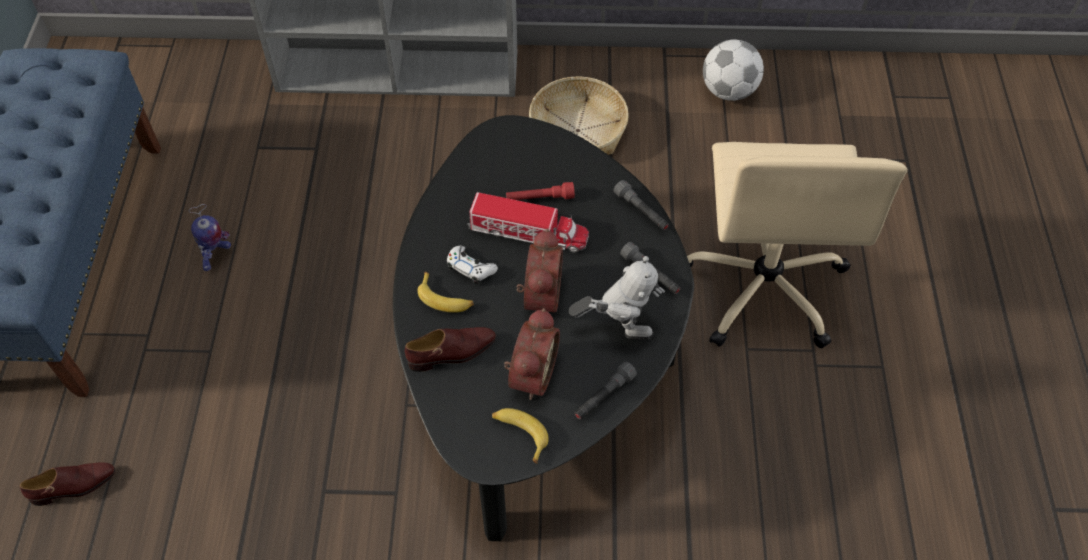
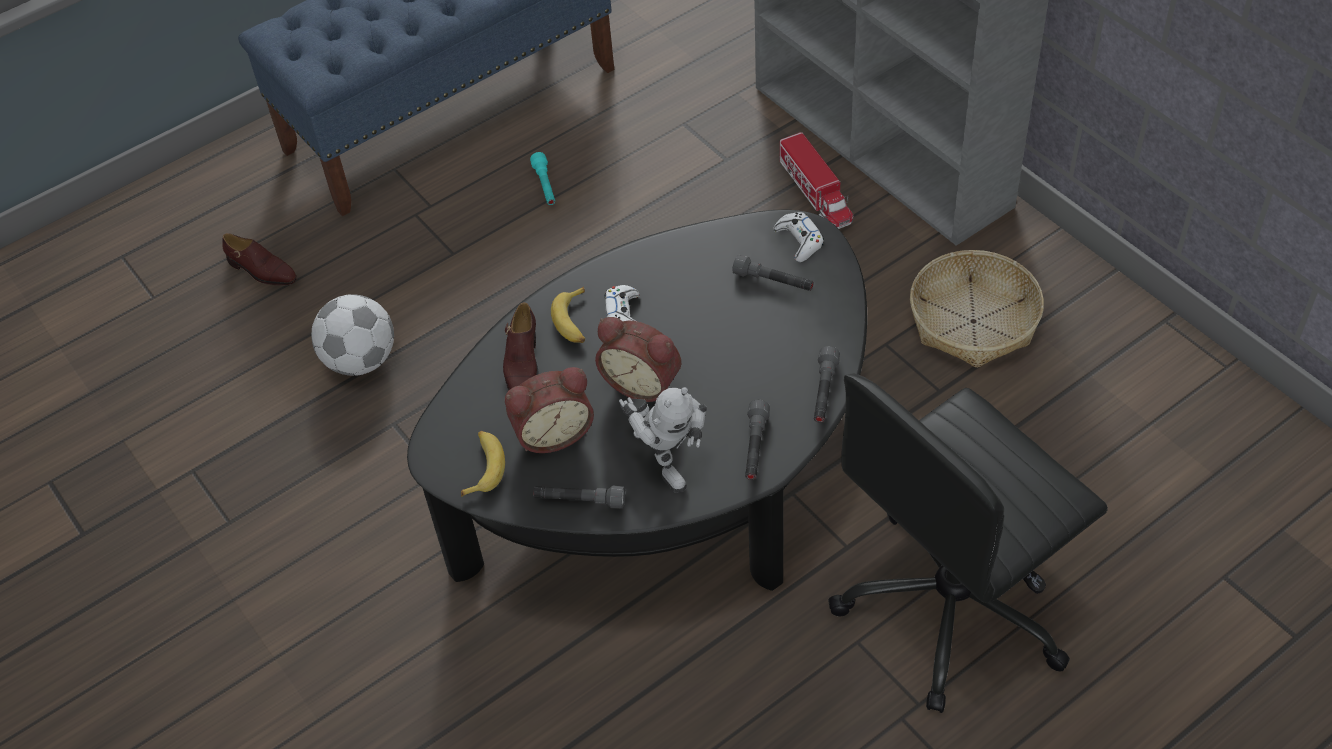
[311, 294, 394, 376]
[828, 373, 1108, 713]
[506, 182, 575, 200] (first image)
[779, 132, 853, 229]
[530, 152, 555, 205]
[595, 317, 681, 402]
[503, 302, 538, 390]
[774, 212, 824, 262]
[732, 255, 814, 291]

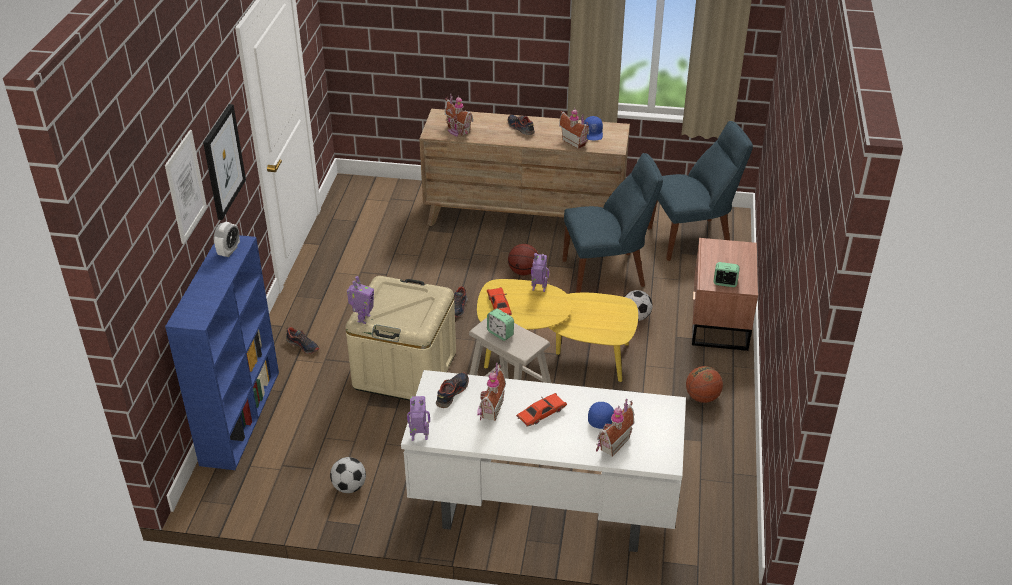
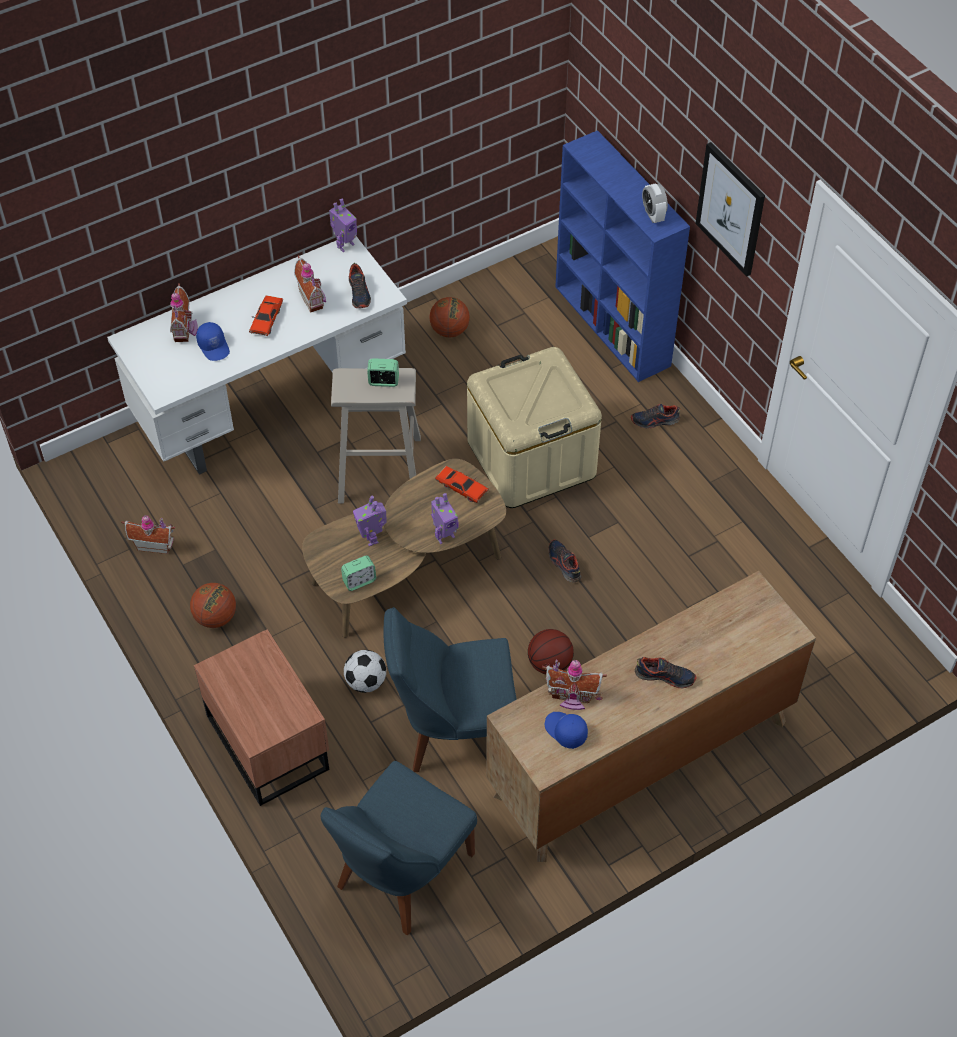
[121, 515, 175, 554]
[165, 130, 207, 244] (first image)
[384, 607, 517, 772]
[341, 556, 376, 591]
[353, 496, 387, 546]
[302, 459, 506, 638]
[430, 297, 470, 337]

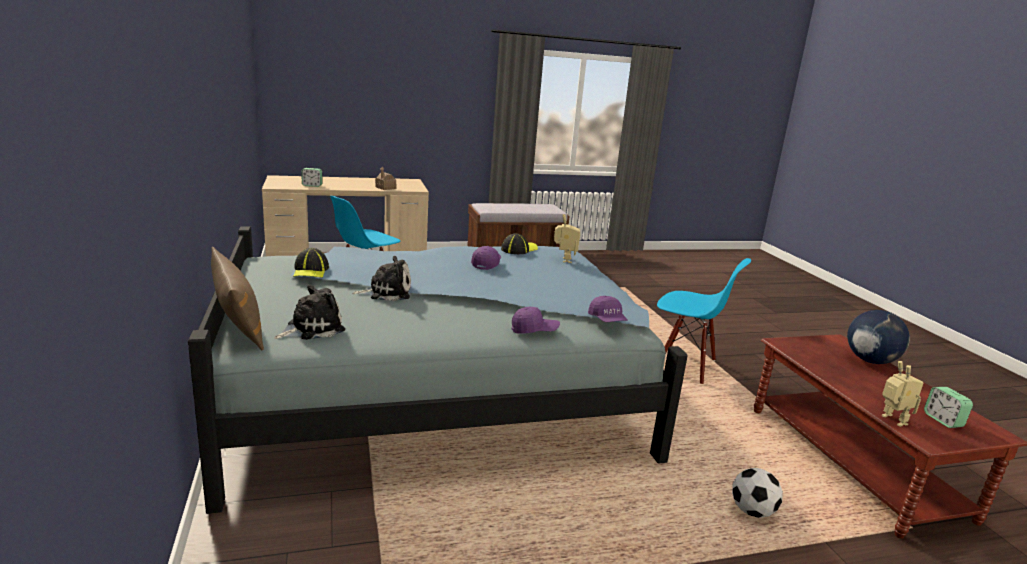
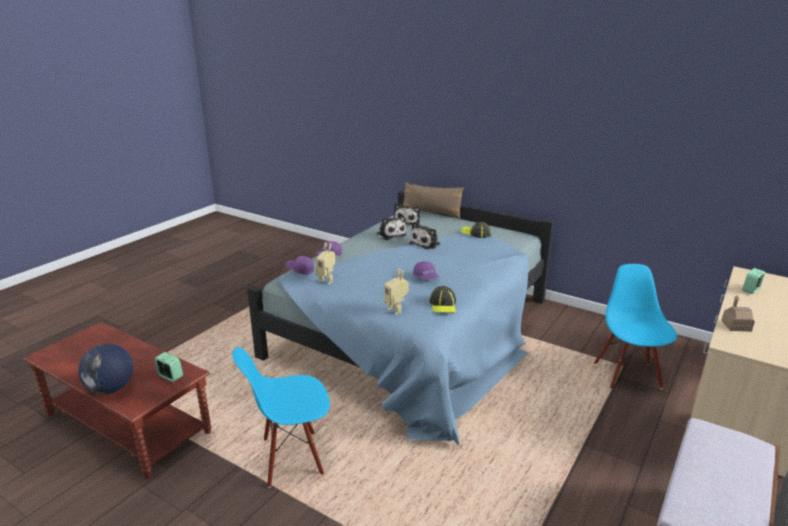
[315, 242, 335, 285]
[154, 352, 183, 382]
[732, 468, 783, 518] (first image)
[376, 216, 407, 240]

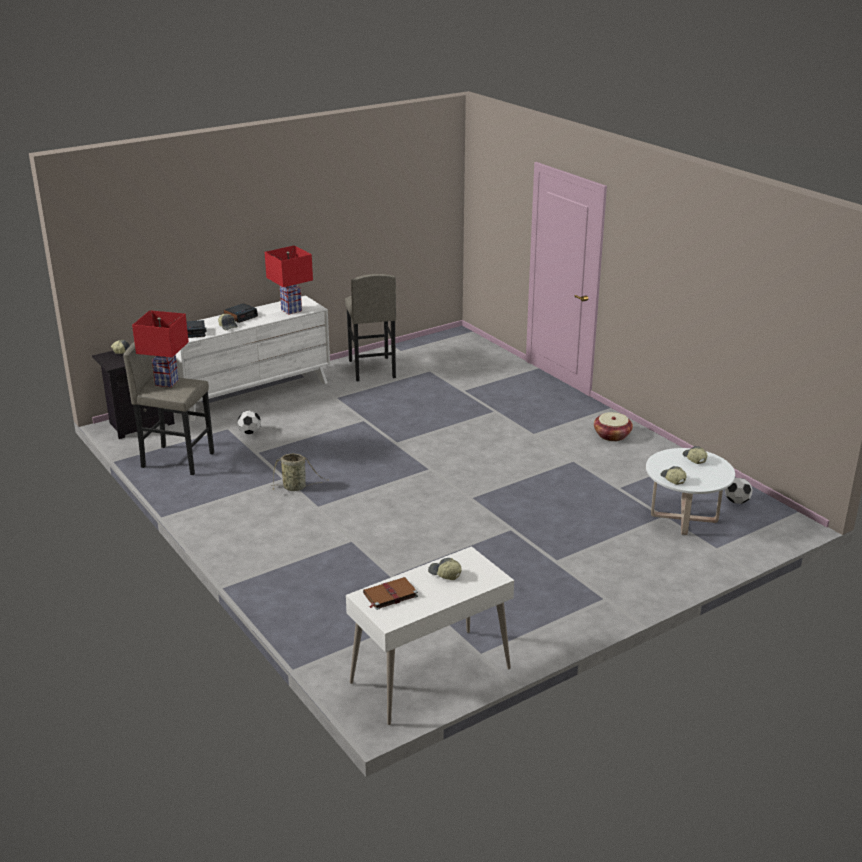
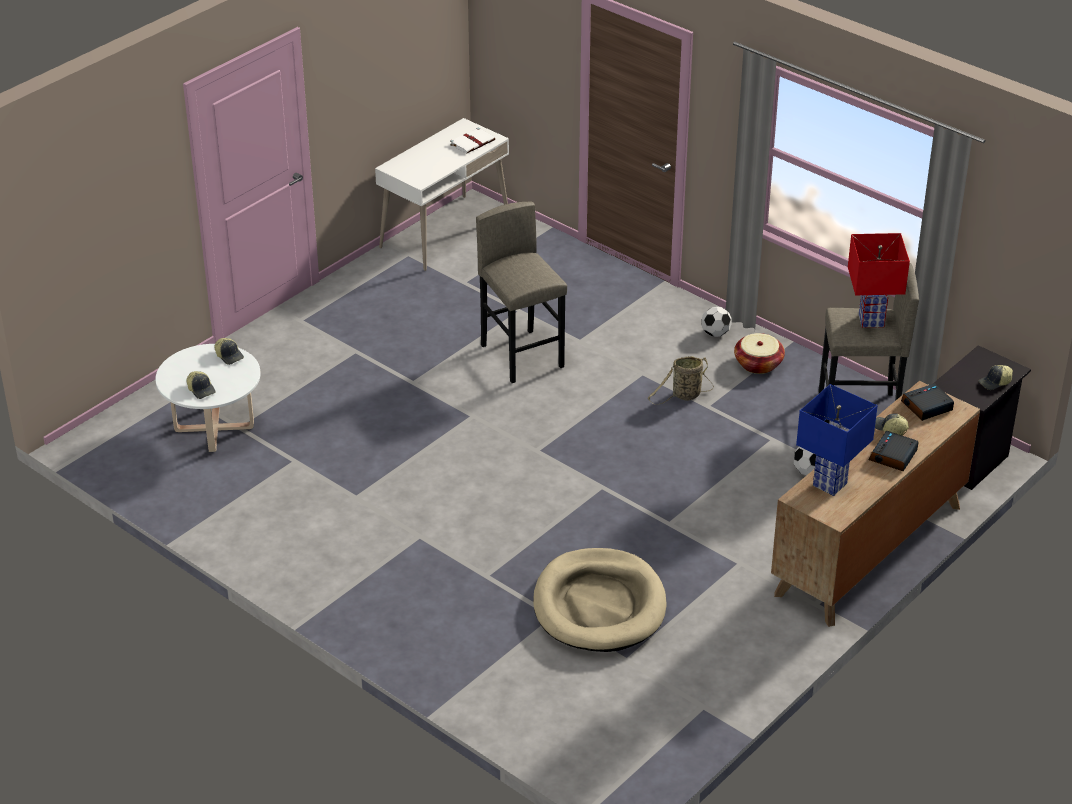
[796, 384, 878, 496]
[476, 202, 567, 383]
[771, 381, 980, 627]
[734, 333, 785, 374]
[701, 307, 732, 337]
[428, 558, 462, 580] (first image)
[450, 128, 495, 154]
[533, 548, 666, 652]

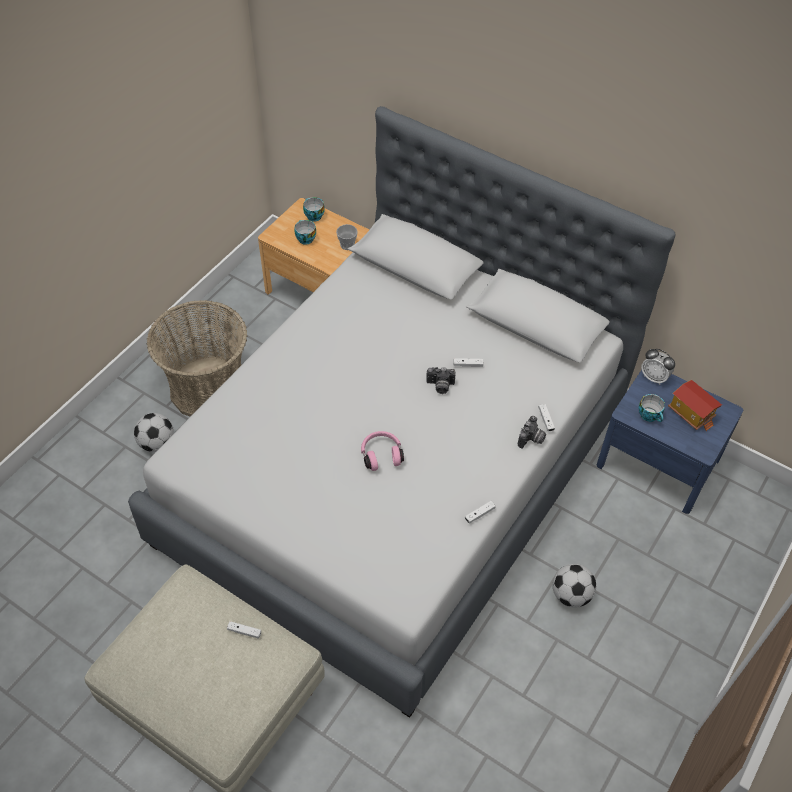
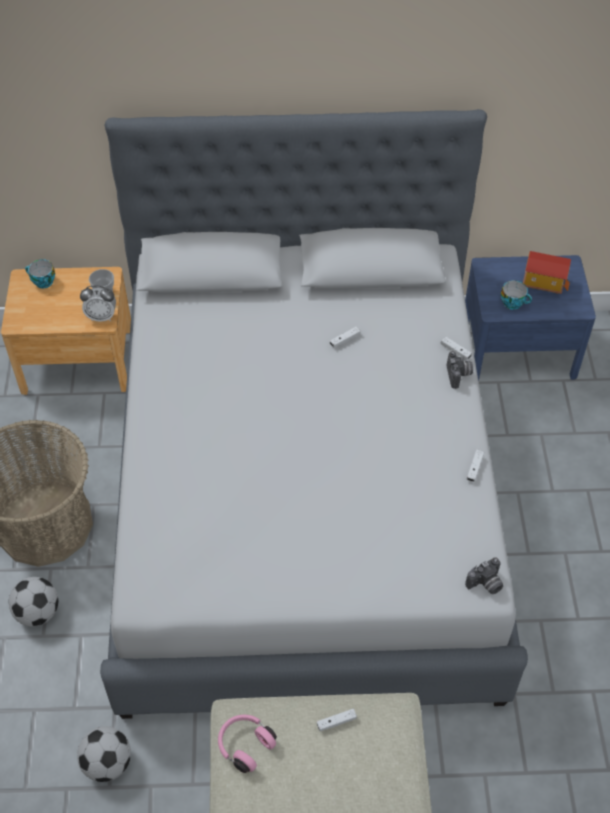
[294, 220, 316, 245] (first image)
[80, 285, 116, 322]
[465, 557, 503, 594]
[218, 715, 277, 773]
[77, 726, 131, 782]

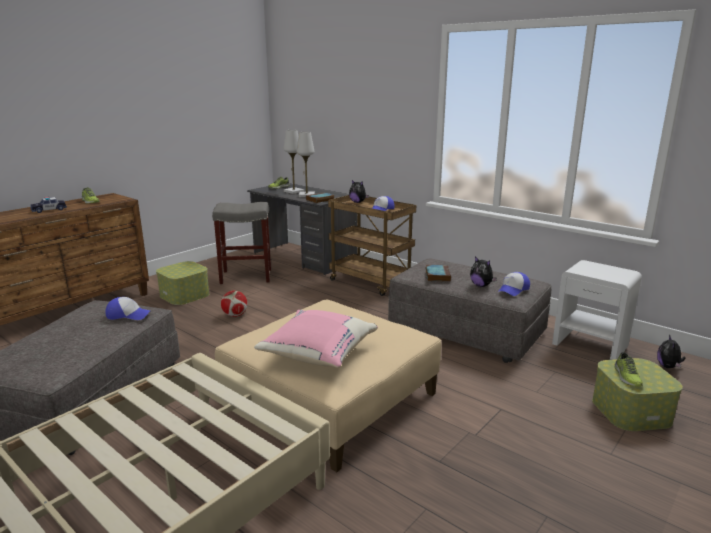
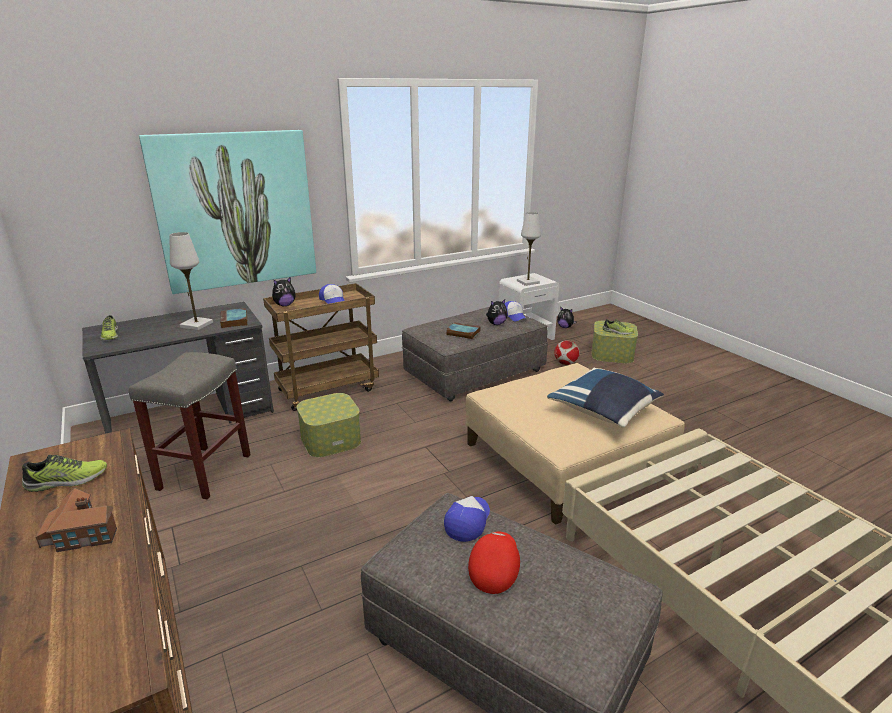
[517, 212, 541, 286]
[36, 488, 117, 552]
[296, 393, 361, 457]
[554, 340, 580, 365]
[547, 368, 664, 428]
[139, 130, 316, 294]
[468, 531, 520, 594]

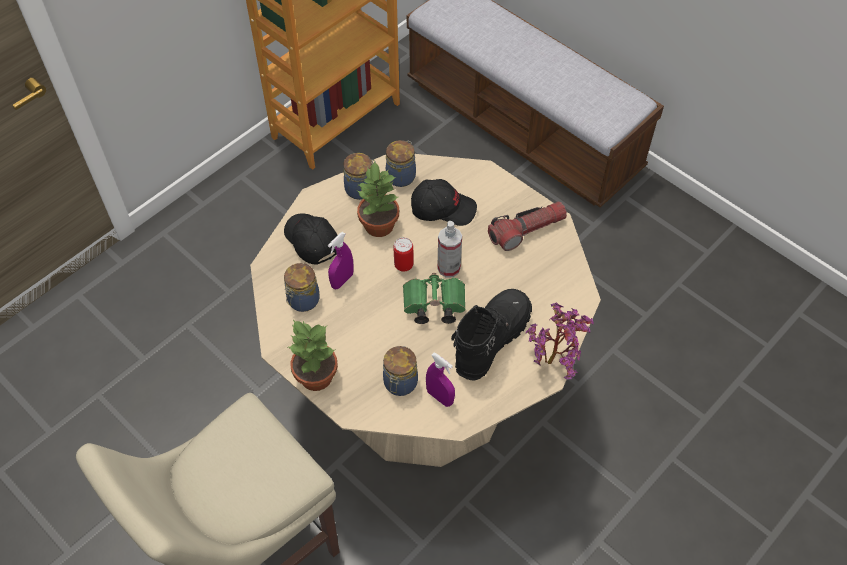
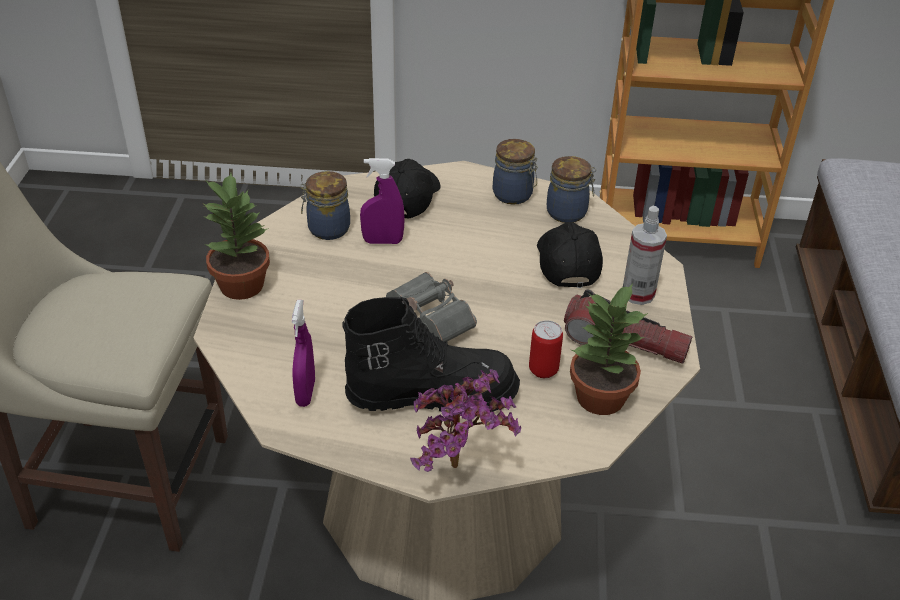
[570, 284, 648, 415]
[537, 222, 603, 288]
[623, 206, 667, 305]
[529, 320, 563, 378]
[386, 272, 477, 342]
[383, 346, 418, 396] (first image)

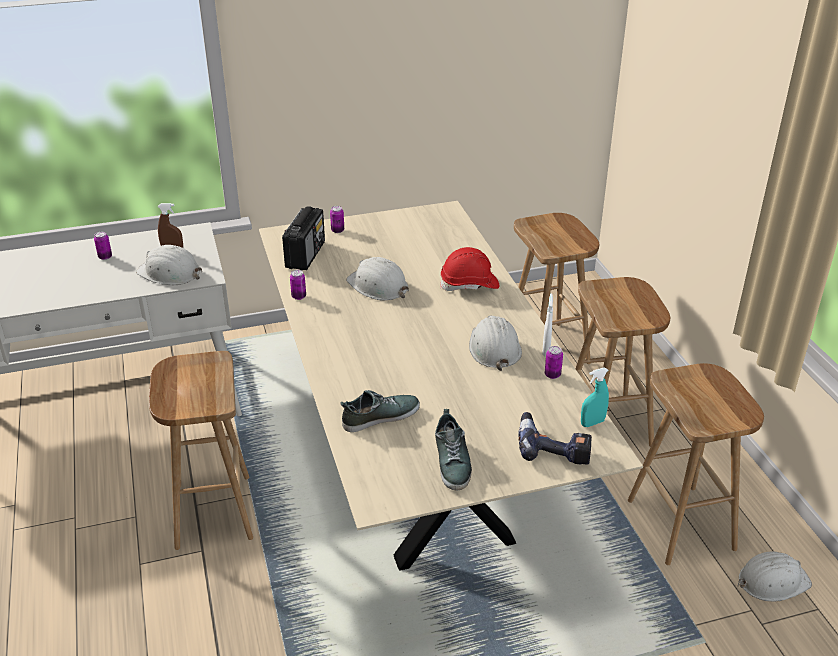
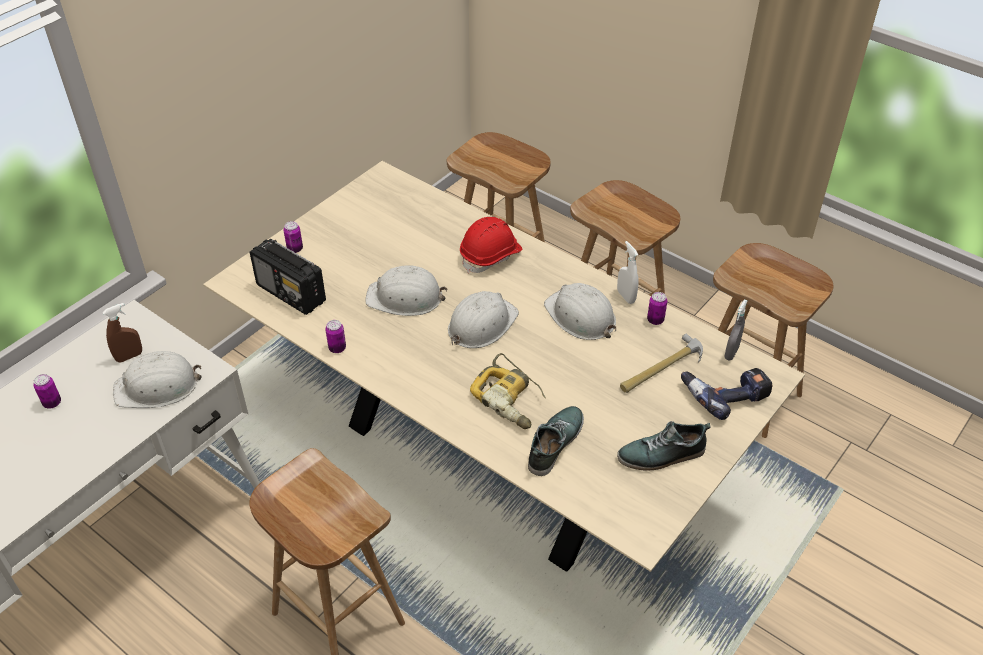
[250, 239, 326, 315]
[724, 299, 747, 360]
[617, 421, 711, 471]
[448, 291, 519, 348]
[620, 334, 703, 393]
[470, 353, 546, 429]

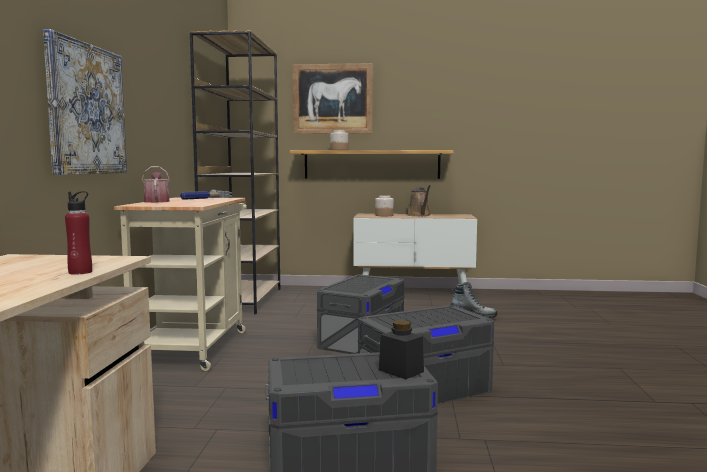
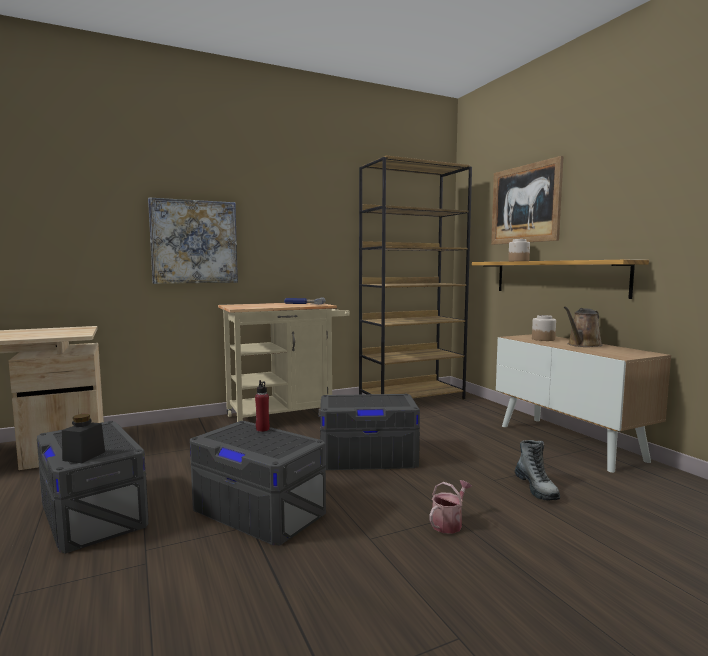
[429, 480, 472, 534]
[255, 380, 270, 432]

